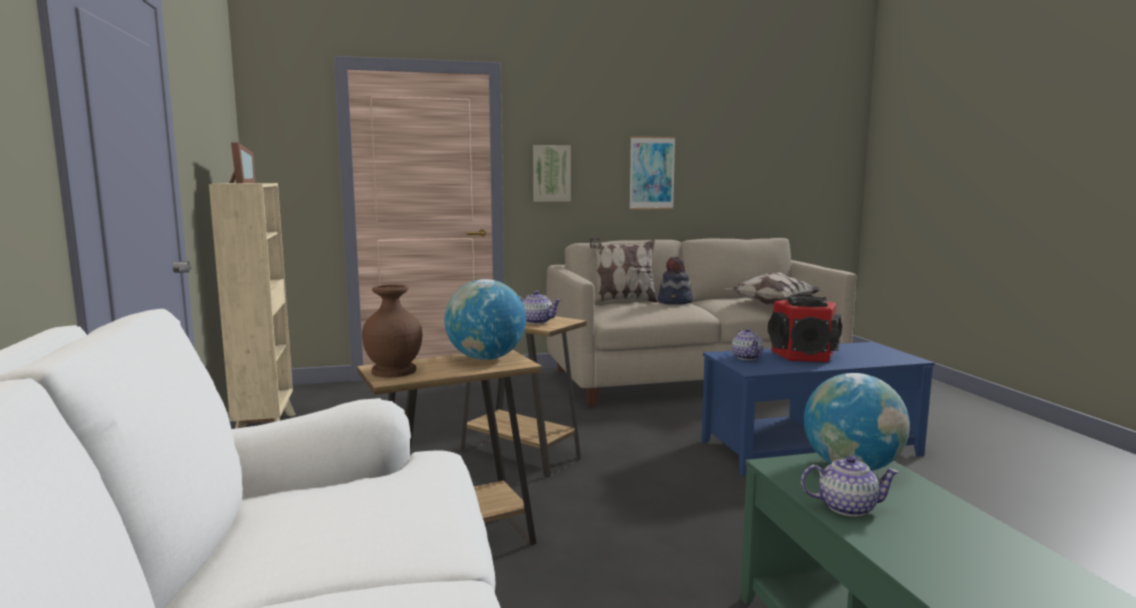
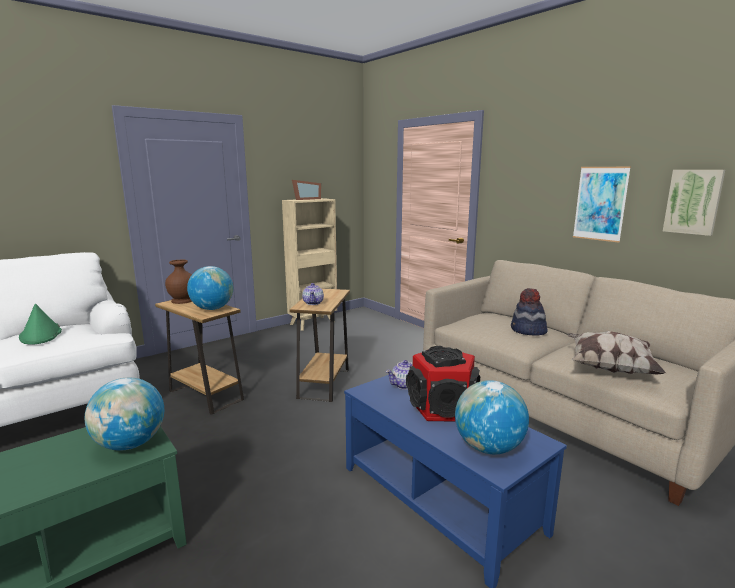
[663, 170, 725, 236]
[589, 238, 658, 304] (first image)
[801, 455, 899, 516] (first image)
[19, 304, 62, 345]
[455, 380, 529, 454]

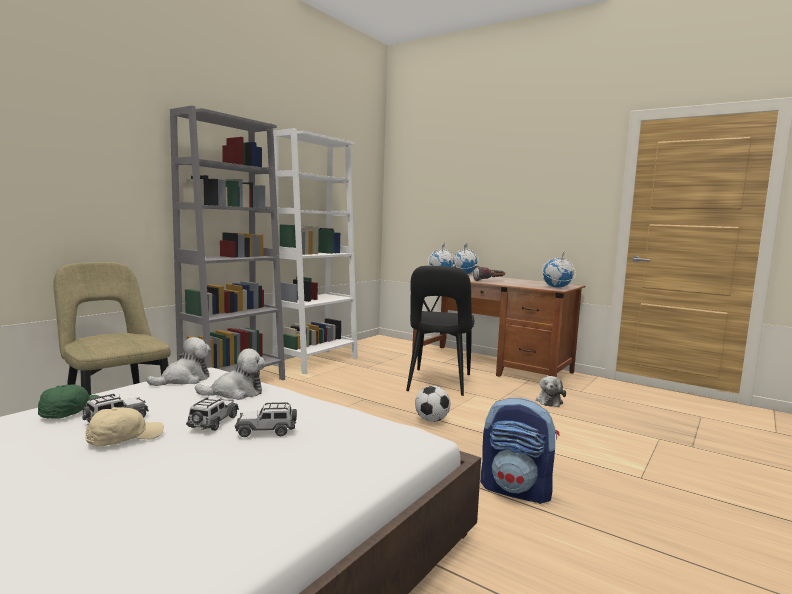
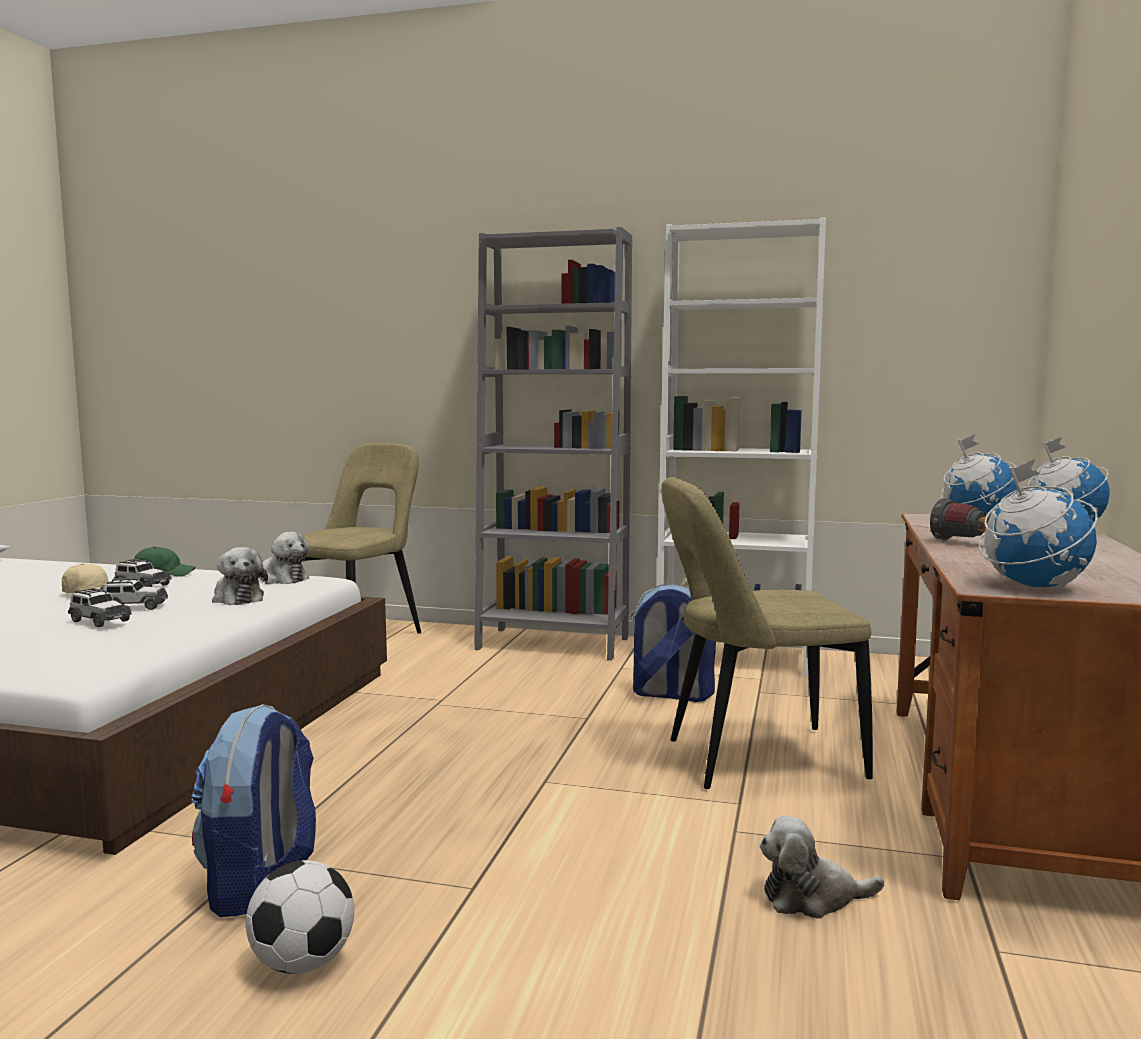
[661, 477, 873, 789]
[246, 860, 354, 974]
[68, 588, 132, 627]
[631, 584, 716, 702]

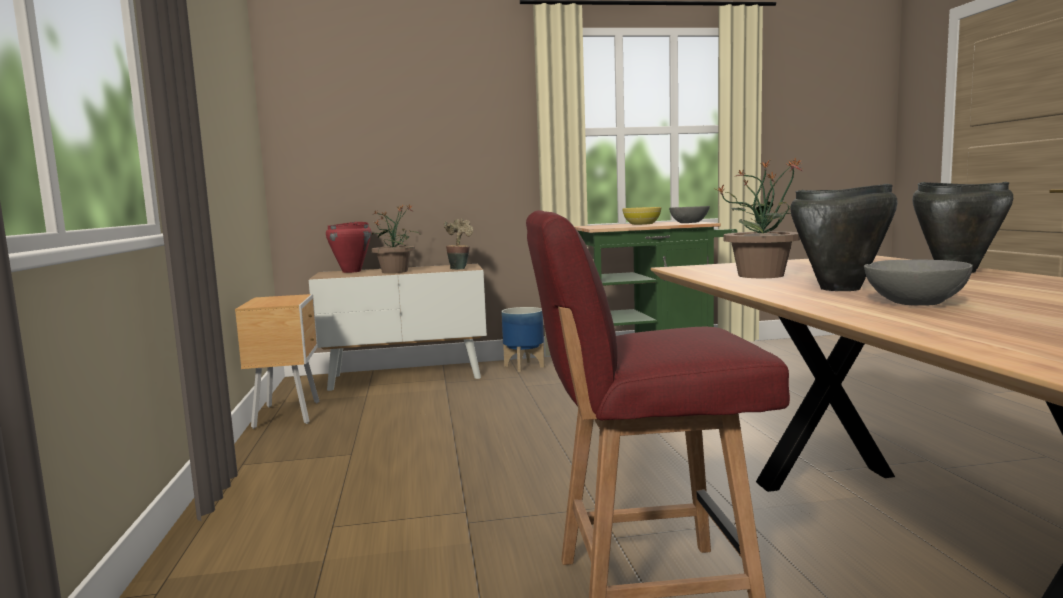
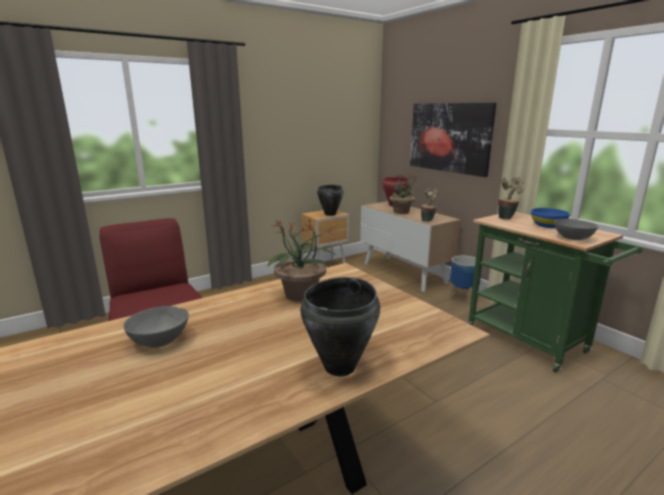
[317, 185, 344, 216]
[531, 208, 570, 228]
[410, 103, 496, 177]
[498, 177, 524, 220]

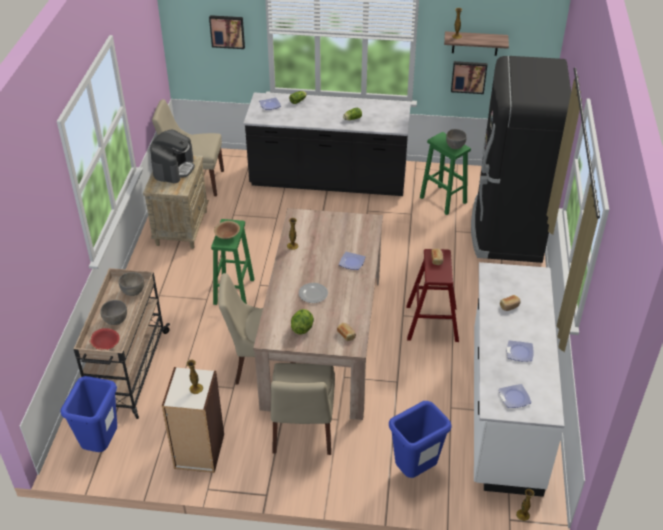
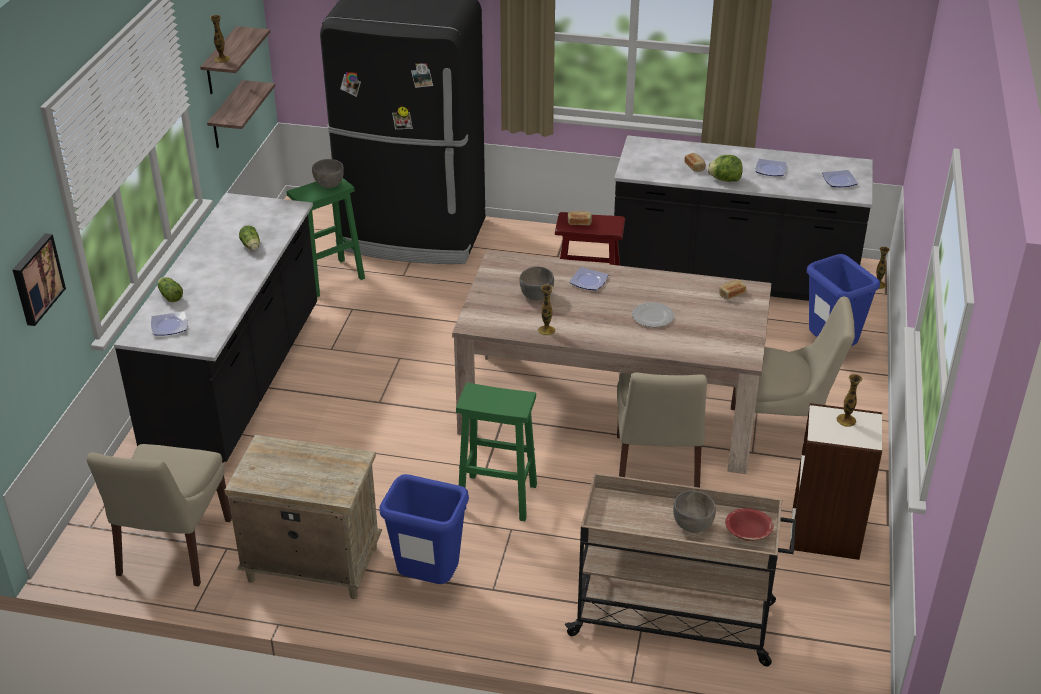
[207, 80, 275, 148]
[150, 130, 195, 183] (first image)
[214, 221, 240, 239] (first image)
[614, 135, 873, 301]
[520, 266, 554, 300]
[707, 155, 743, 182]
[379, 474, 469, 584]

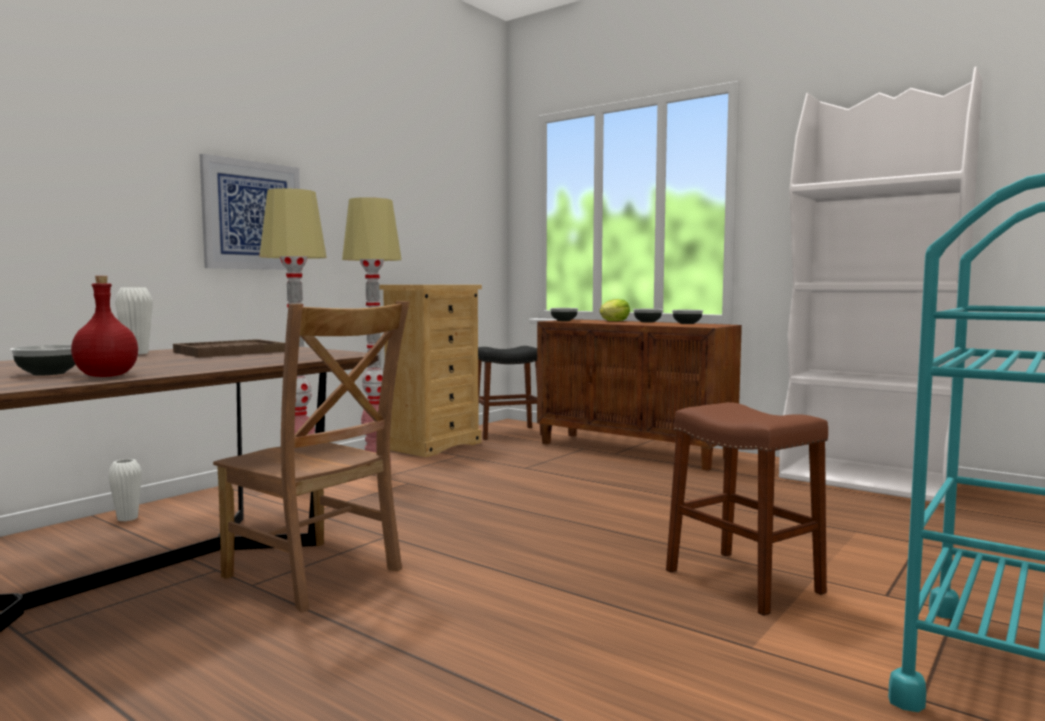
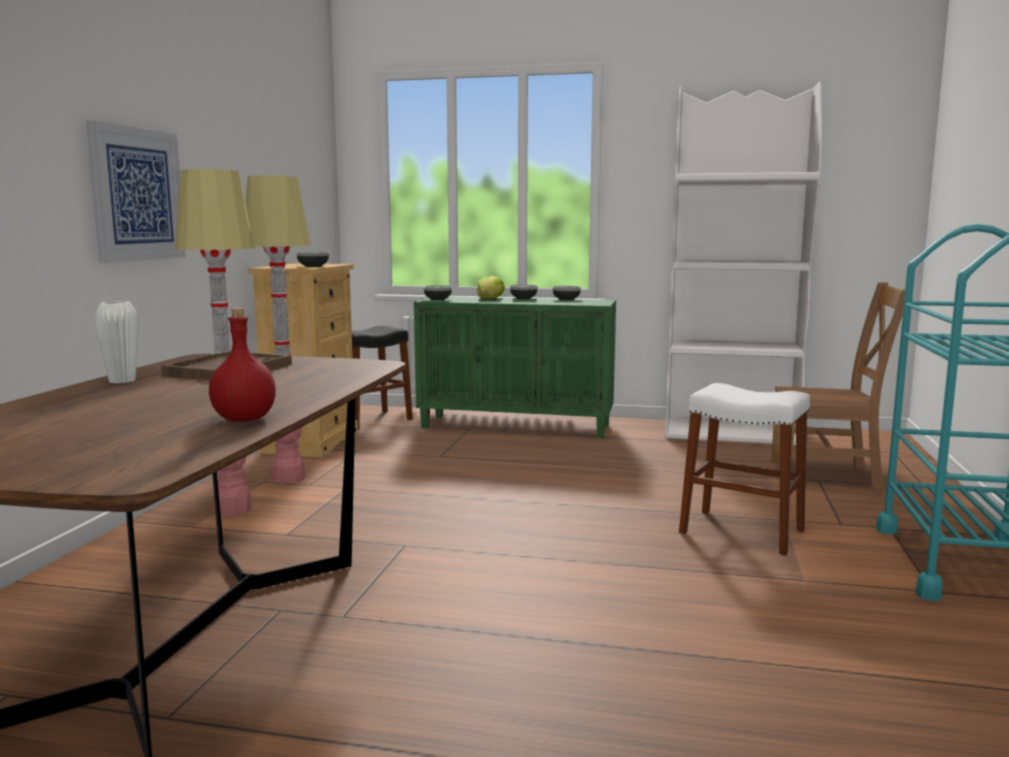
[771, 282, 905, 494]
[414, 297, 616, 438]
[295, 251, 330, 267]
[679, 383, 810, 555]
[108, 459, 142, 521] (first image)

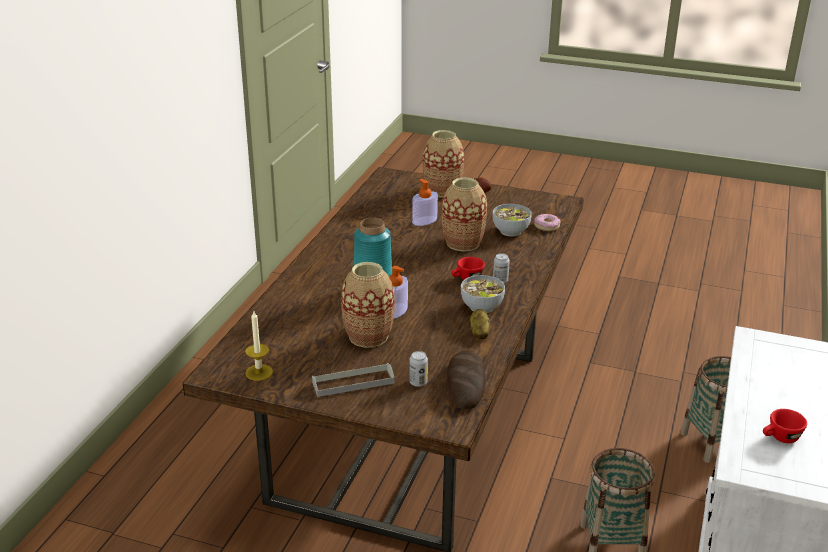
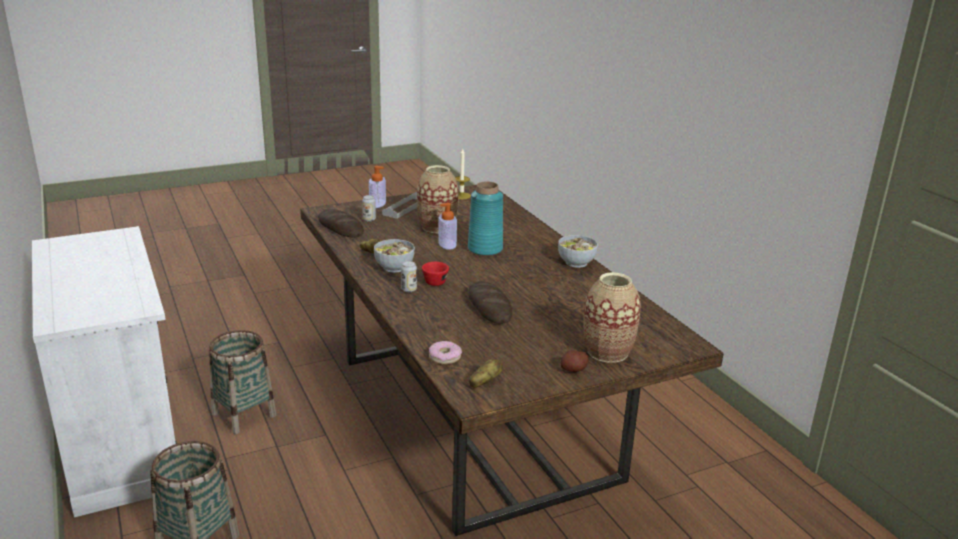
[468, 281, 512, 324]
[369, 166, 386, 208]
[558, 235, 598, 268]
[763, 409, 807, 443] (first image)
[469, 359, 503, 388]

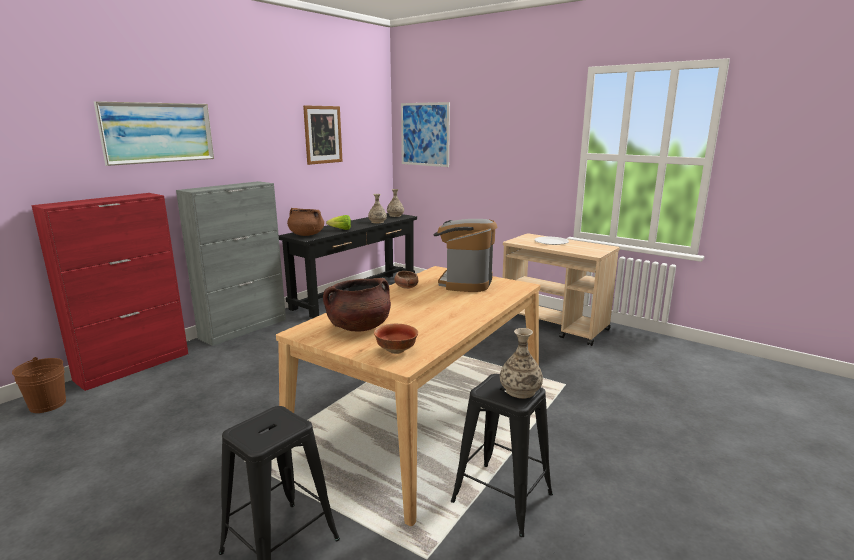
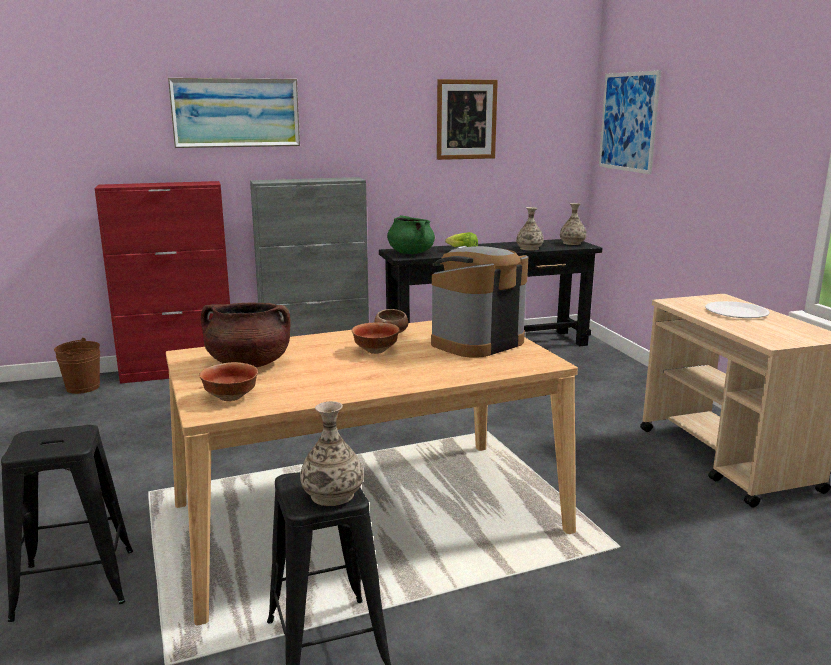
[387, 215, 435, 254]
[352, 323, 400, 354]

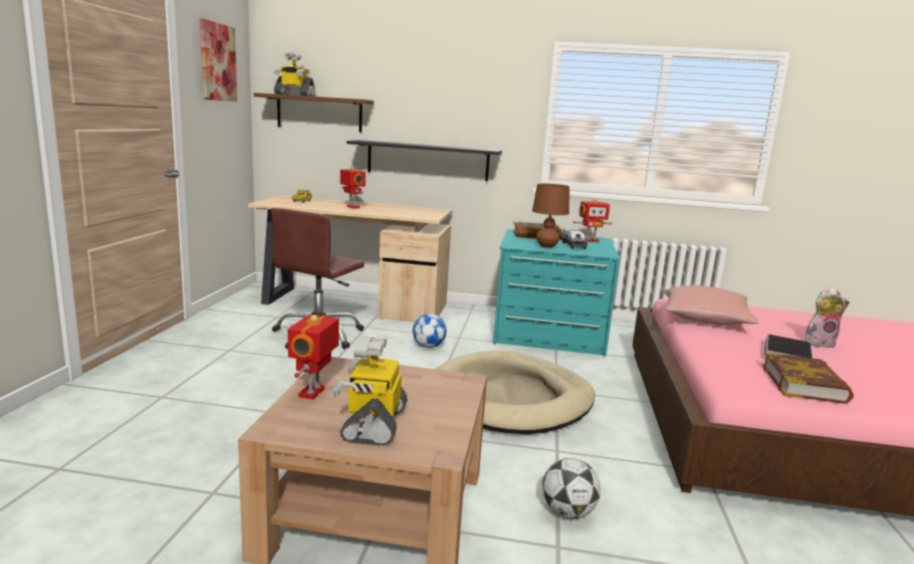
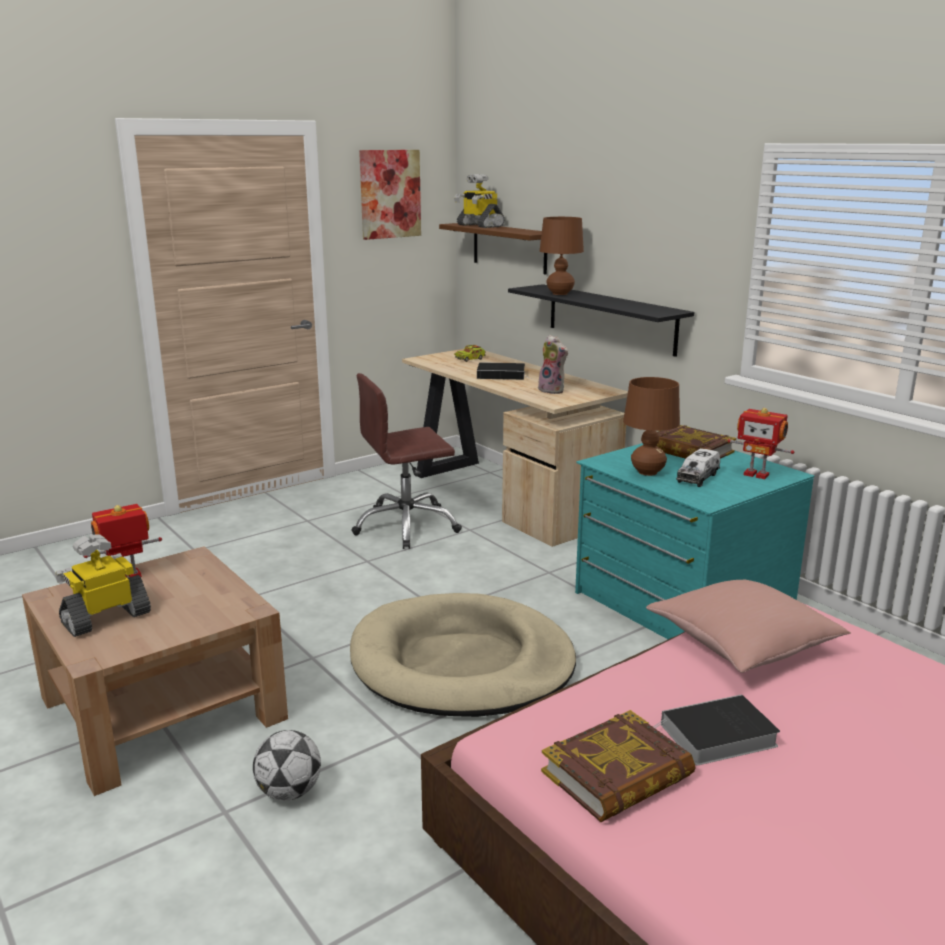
[477, 362, 531, 380]
[538, 335, 568, 394]
[413, 314, 447, 348] (first image)
[540, 217, 584, 295]

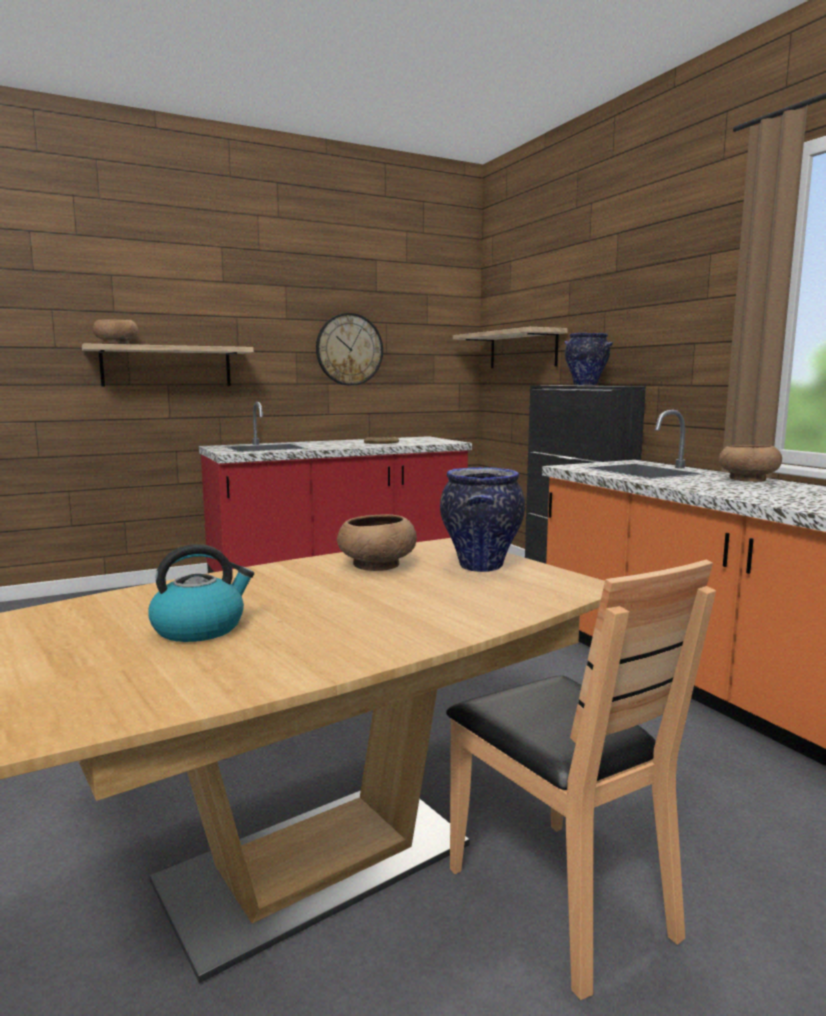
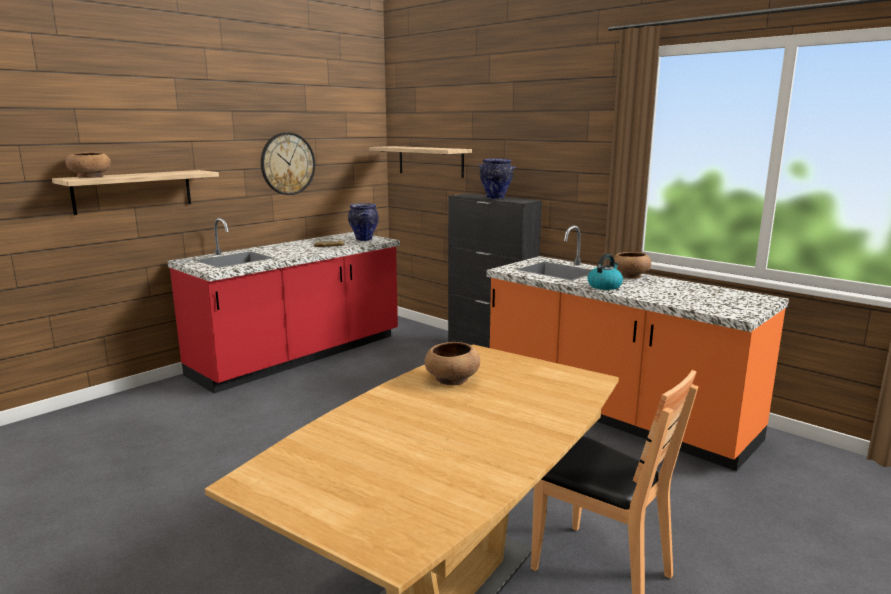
[348, 203, 379, 241]
[587, 254, 623, 290]

